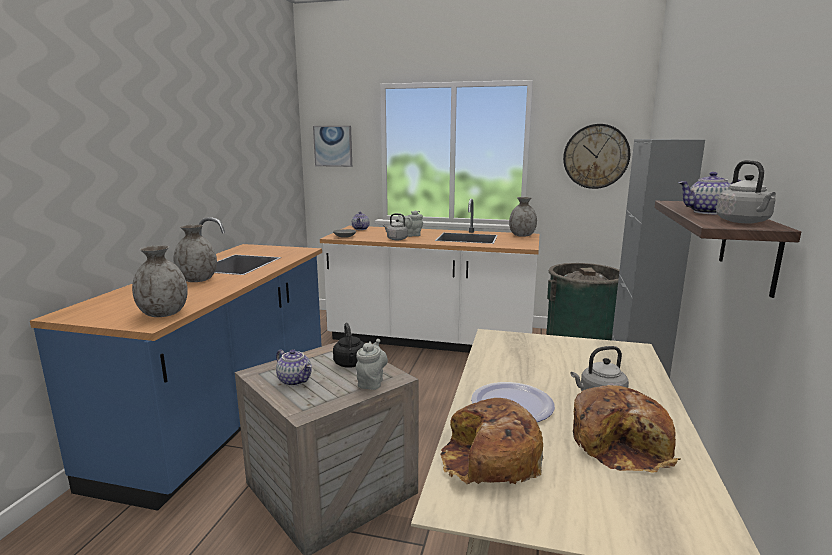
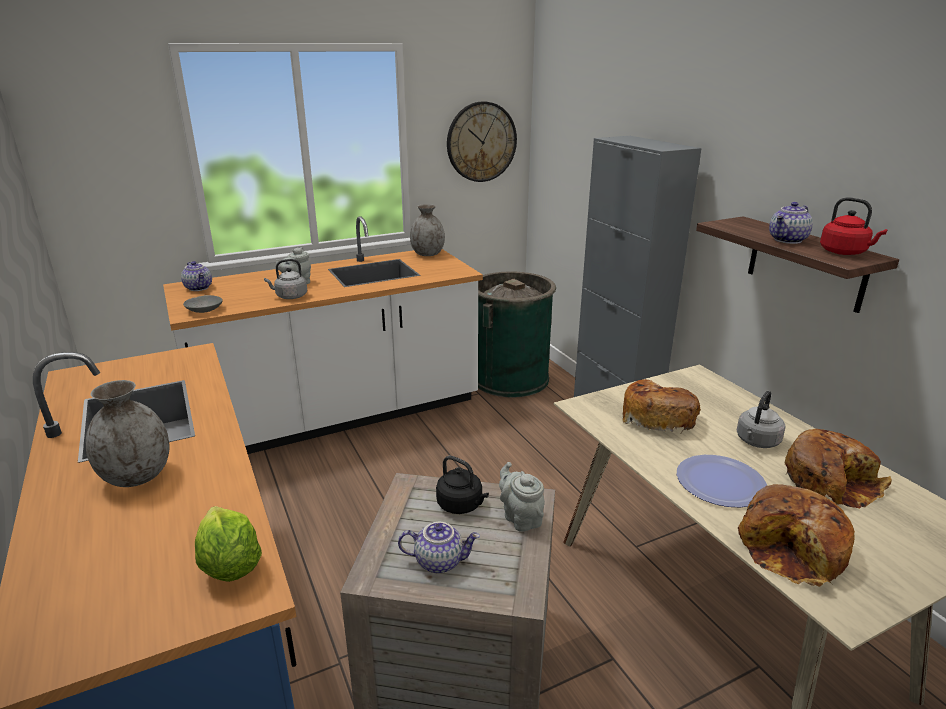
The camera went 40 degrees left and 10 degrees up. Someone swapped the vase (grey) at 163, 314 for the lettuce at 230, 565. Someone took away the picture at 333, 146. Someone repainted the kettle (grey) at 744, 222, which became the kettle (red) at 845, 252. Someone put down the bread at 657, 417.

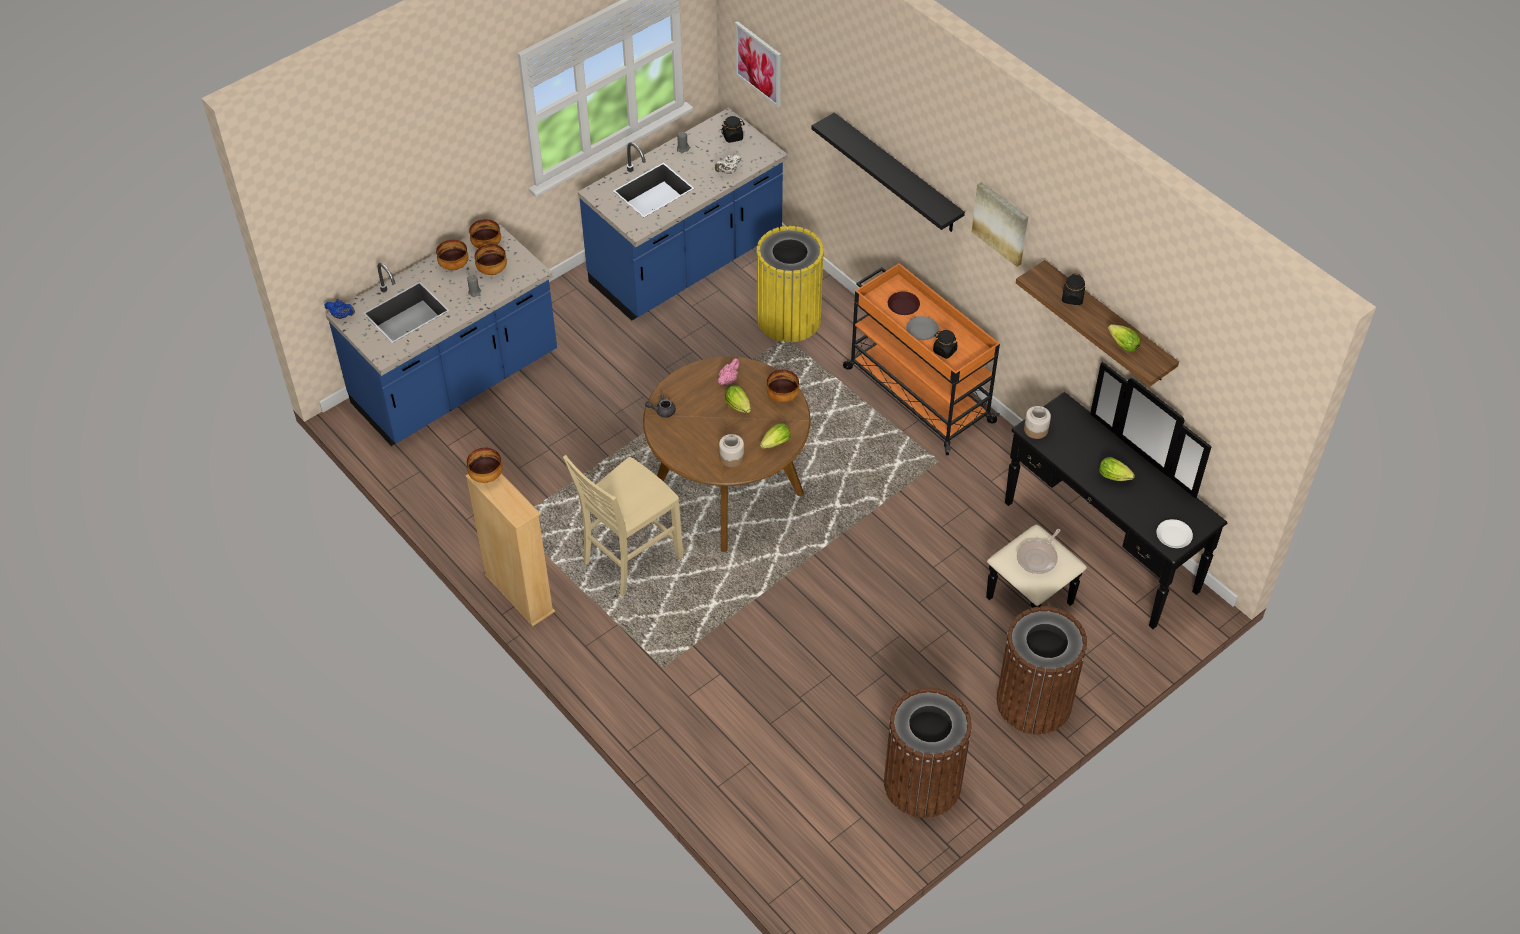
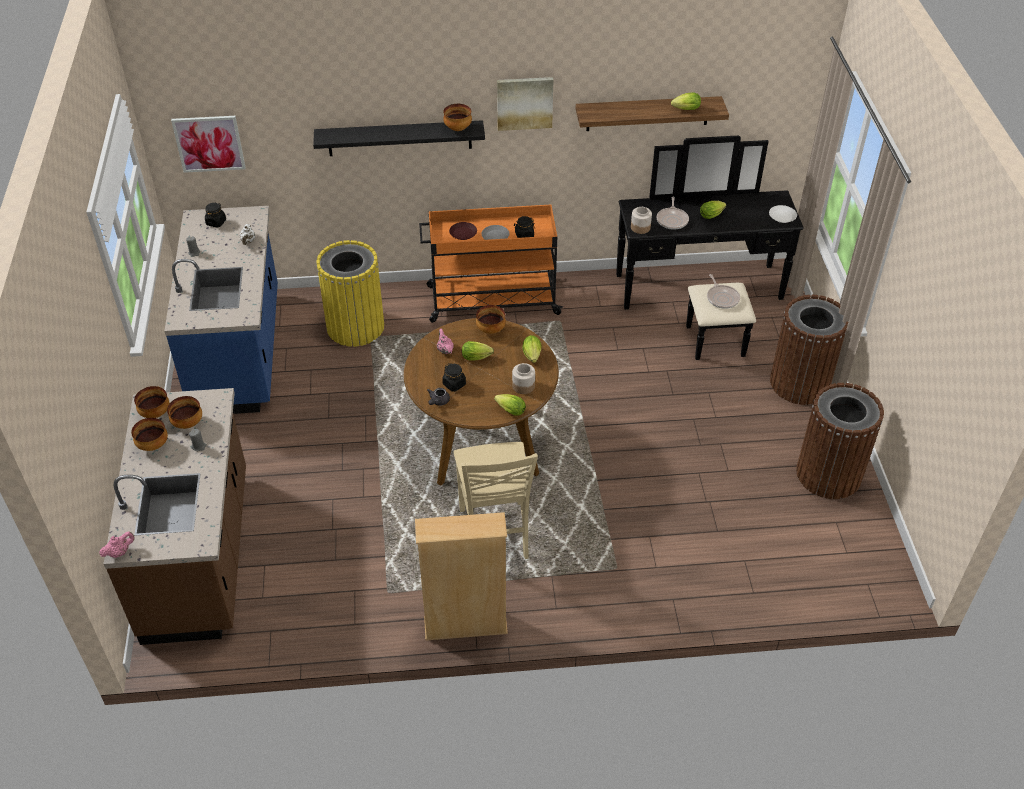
The camera went 55 degrees left and 5 degrees down. Someone repainted the teapot (blue) at 341, 316, which became the teapot (pink) at 119, 552. Someone repainted the counter (blue) at 456, 381, which became the counter (brown) at 199, 555. Someone carried the bowl from 486, 476 to 458, 129. Someone carried the jar (black) from 1072, 298 to 454, 384. Someone put down the lettuce at 509, 410. Someone put down the frying pan at 672, 220.

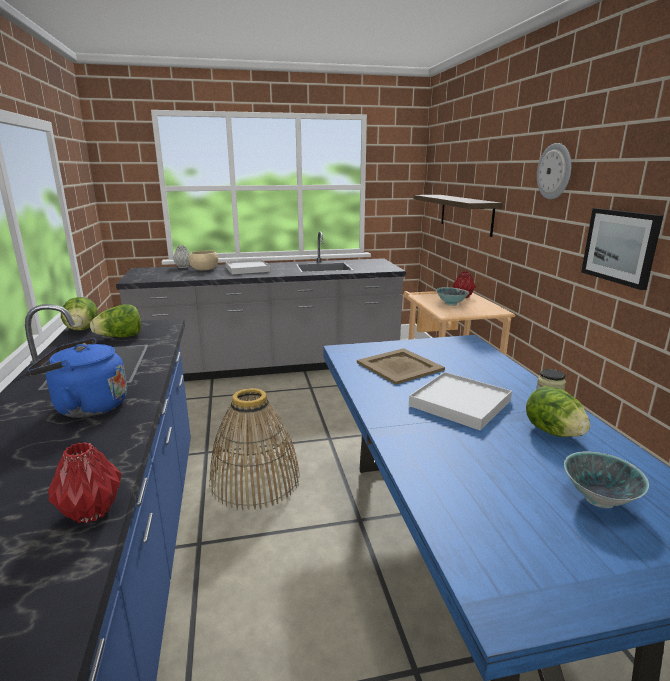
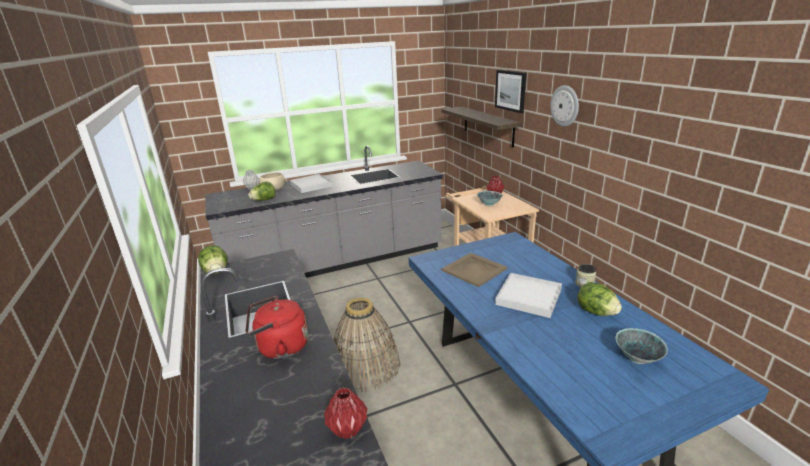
The camera went 10 degrees left and 5 degrees up. Someone repainted the kettle (blue) at 86, 407, which became the kettle (red) at 280, 347. Someone carried the lettuce from 120, 337 to 263, 200. Someone carried the picture from 620, 246 to 511, 90.

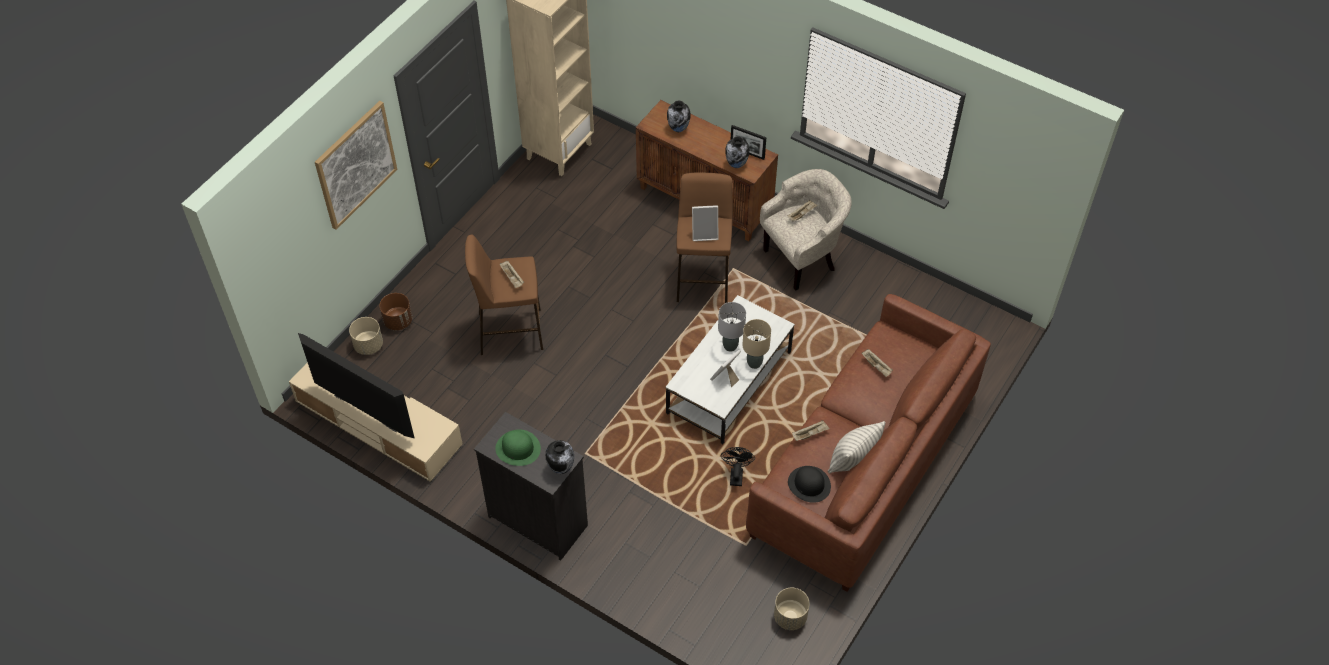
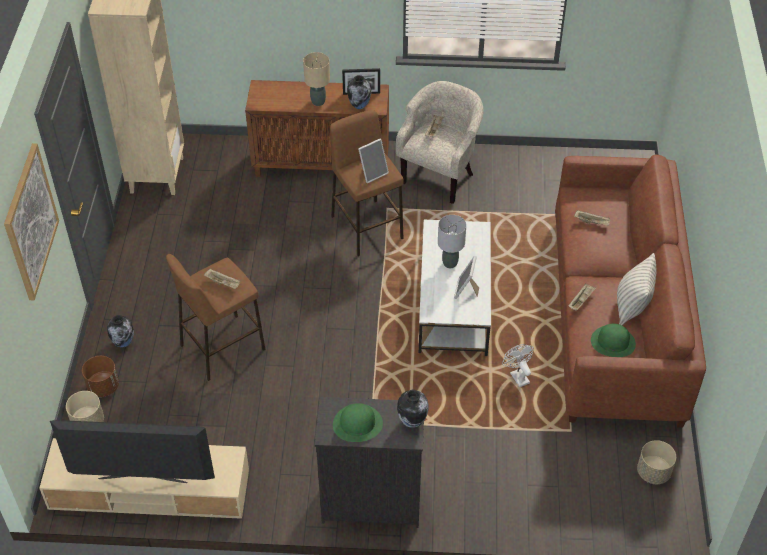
The camera went 30 degrees left and 5 degrees down. Someone carried the vase from 678, 129 to 124, 343. Someone repainted the fan (black) at 736, 474, which became the fan (white) at 517, 376. Someone carried the table lamp (beige) from 754, 363 to 318, 102. Someone repainted the hat (black) at 809, 484, which became the hat (green) at 613, 342.

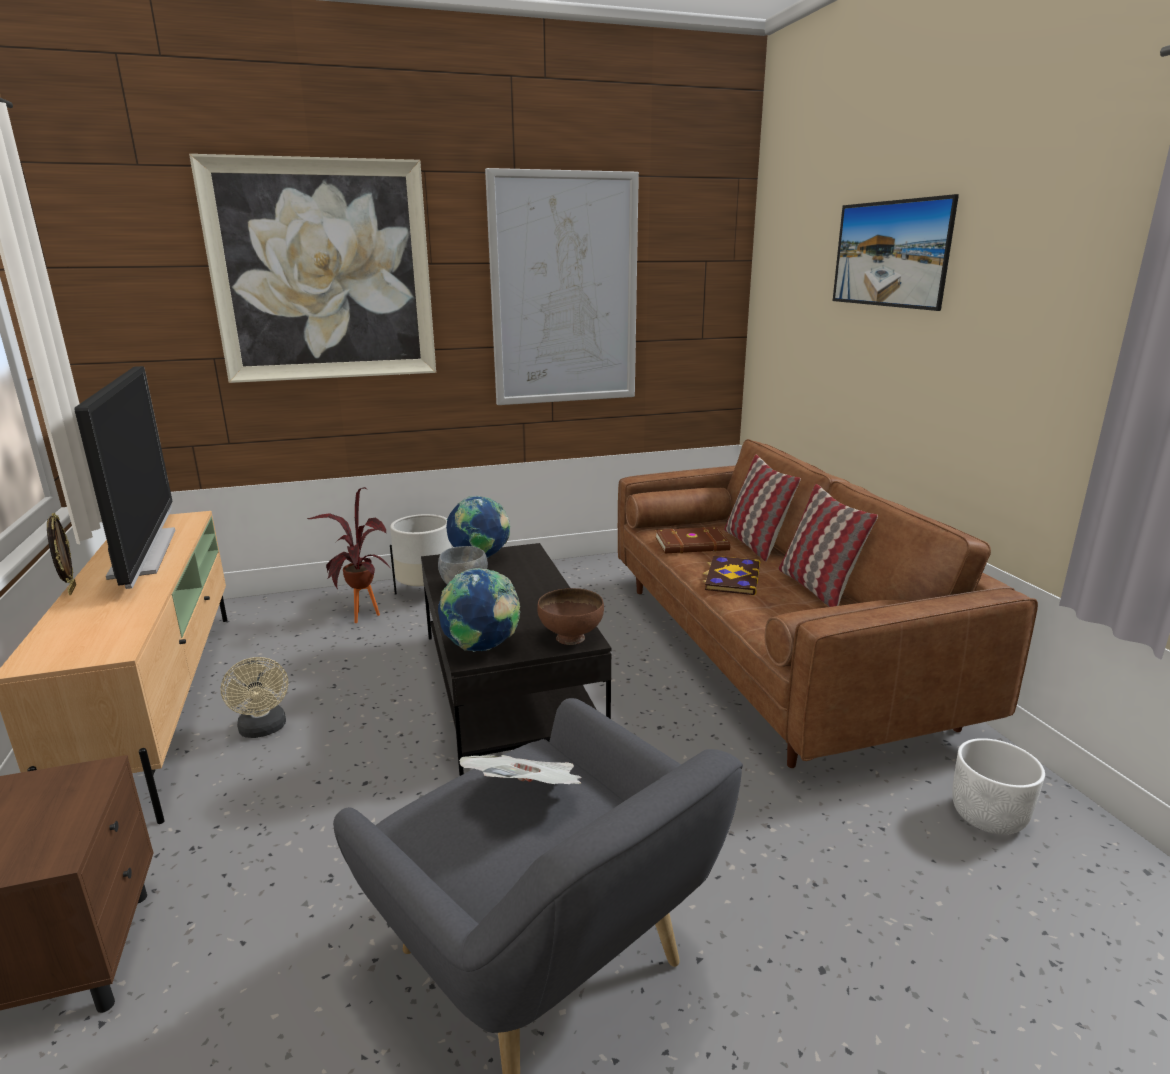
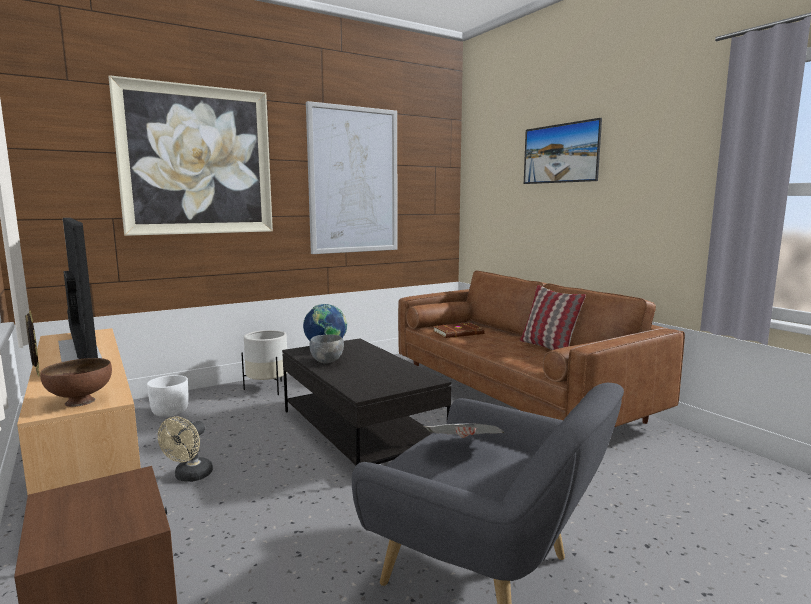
The camera went 15 degrees left and 10 degrees down. Someone rotated the fan (beige) at 263, 730 by 60 degrees clockwise. Someone took away the potted plant at 361, 620. Someone took away the globe at 481, 648. Someone carried the bowl (brown) from 571, 638 to 80, 402. Someone took away the book at 731, 577. Someone took away the pillow at 754, 544. Someone carried the planter (white) from 987, 815 to 170, 412.

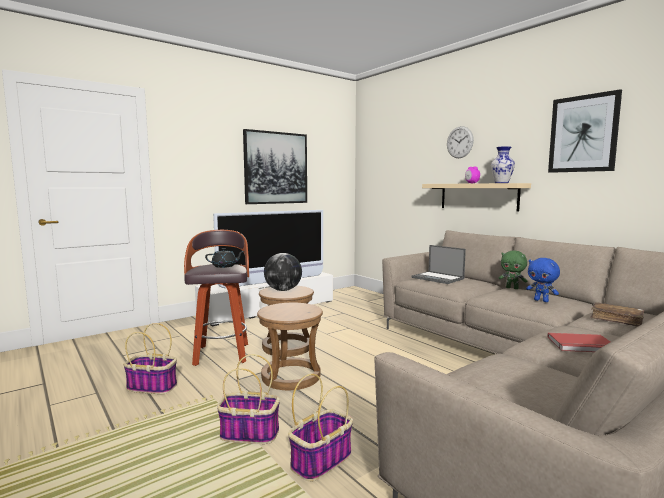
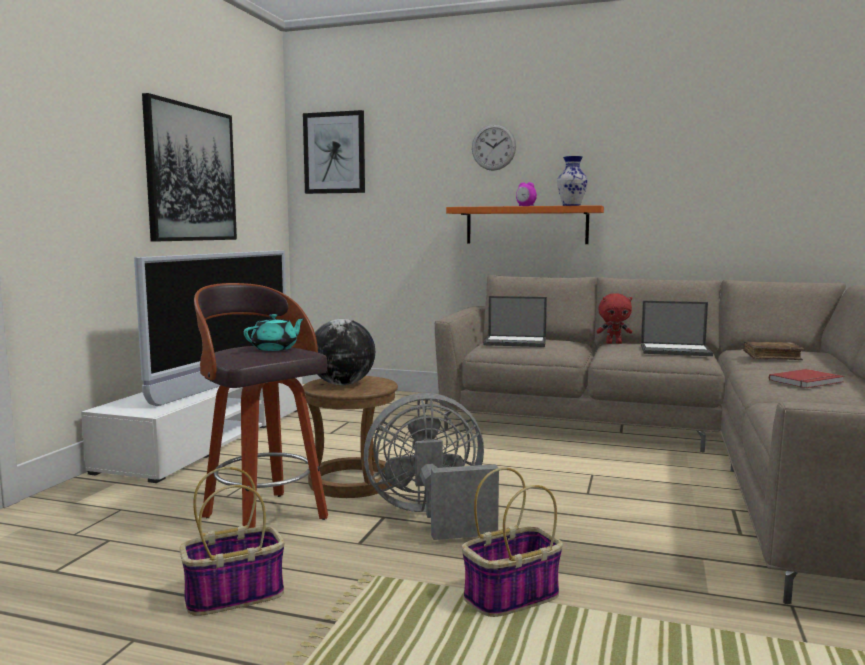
The camera went 35 degrees left and 0 degrees up. Someone repainted the teapot (black) at 224, 266, which became the teapot (turquoise) at 275, 348. Someone swapped the stool (brown) at 290, 376 for the fan (grey) at 431, 516. Someone took away the basket at 321, 460. Someone repainted the shelf (beige) at 478, 196, which became the shelf (orange) at 526, 225. Someone repainted the plush toy (green) at 512, 288, which became the plush toy (red) at 614, 343. Someone swapped the plush toy (blue) at 541, 301 for the laptop at 676, 350. Someone carried the picture from 583, 134 to 334, 153.

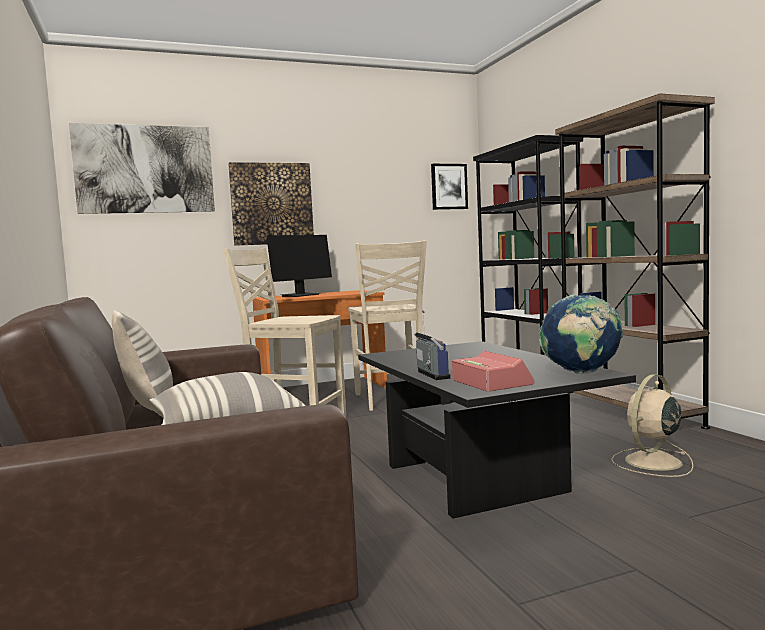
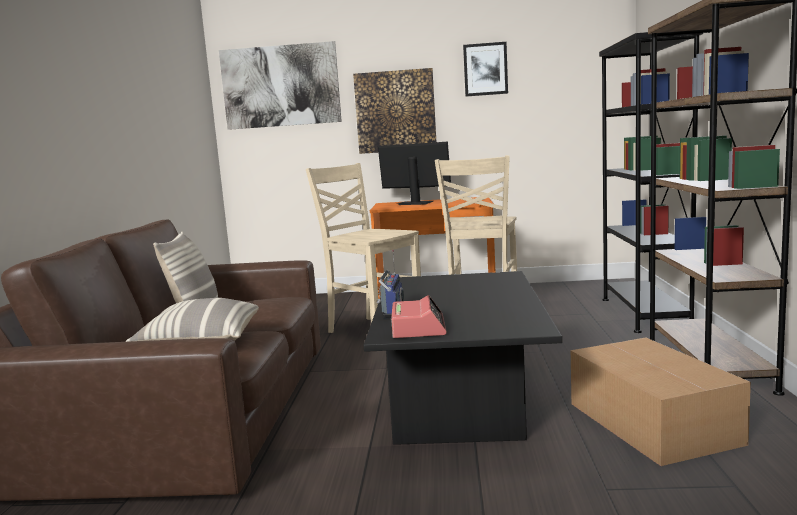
The camera went 25 degrees right and 5 degrees up. Someone rotated the monitor at 300, 295 by 135 degrees counterclockwise. Someone carried the picture from 449, 186 to 485, 69. Someone took away the globe at 581, 373. Someone swapped the fan (beige) at 652, 462 for the cardboard box at 652, 424.

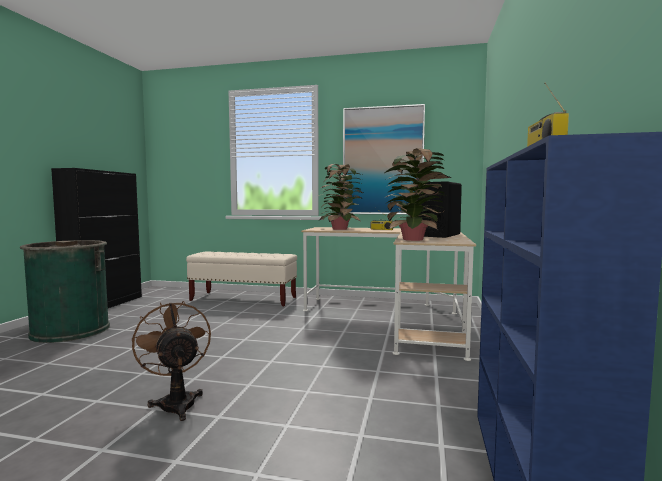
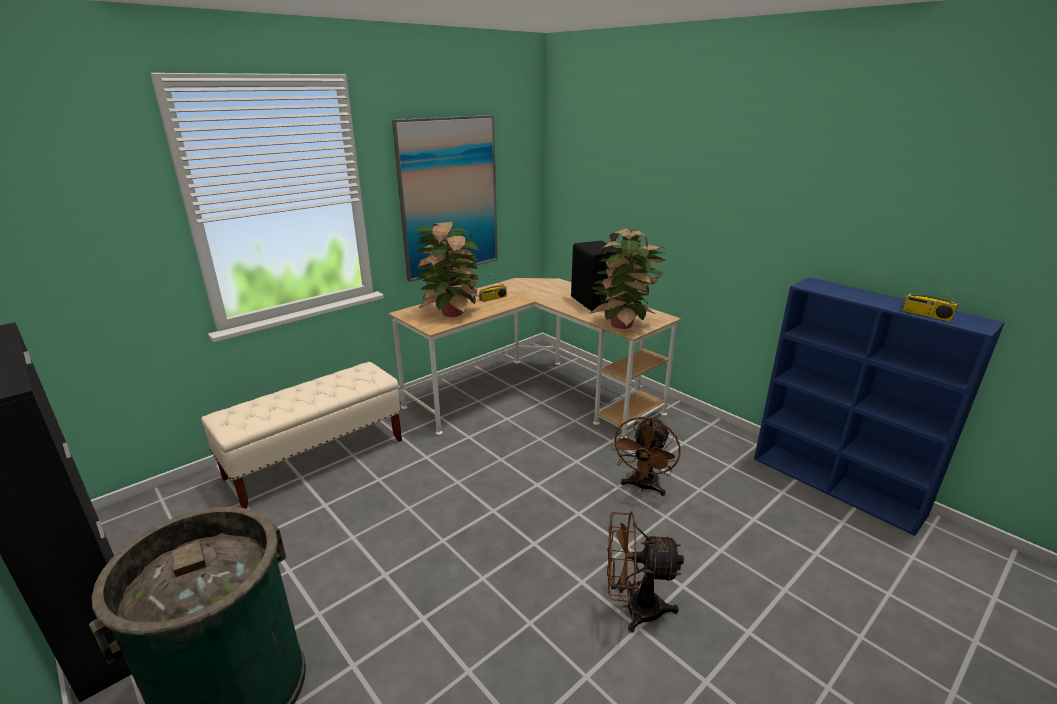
The camera went 55 degrees left and 20 degrees up. Someone put down the fan (brown) at 643, 487.

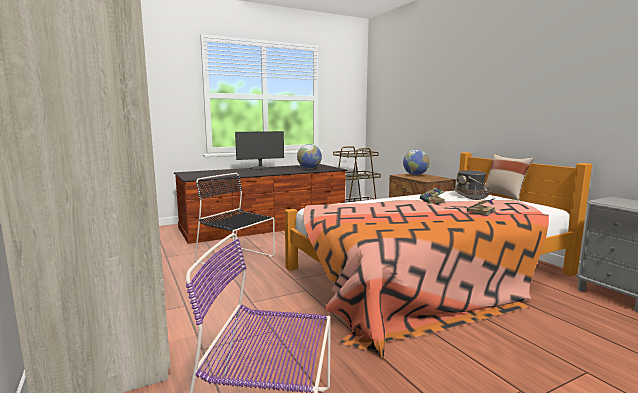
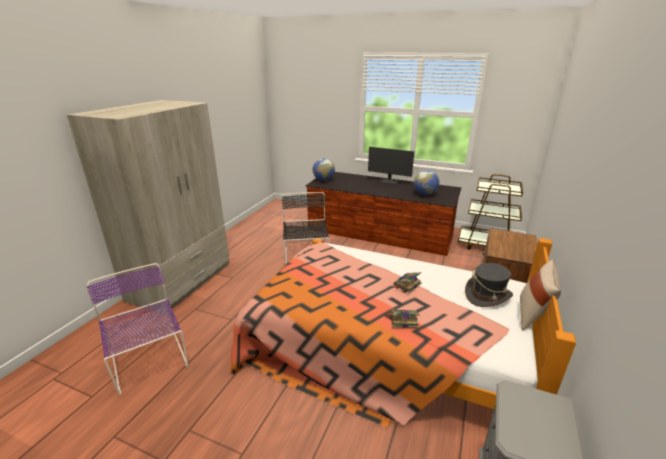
The camera went 50 degrees right and 15 degrees up. Someone carried the globe from 415, 175 to 323, 180.

